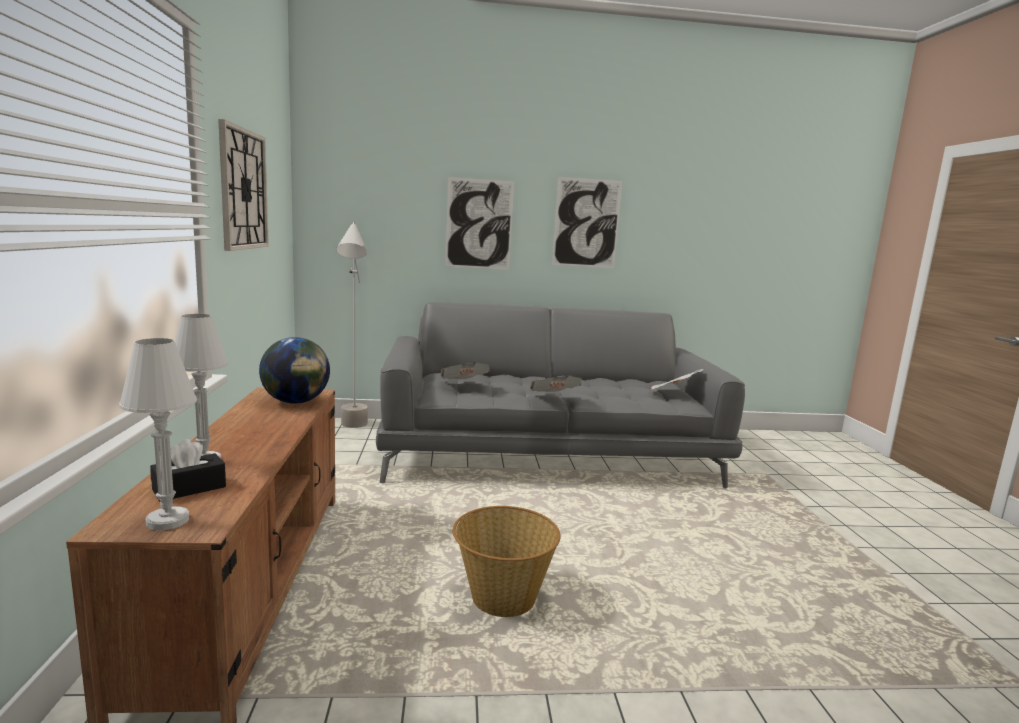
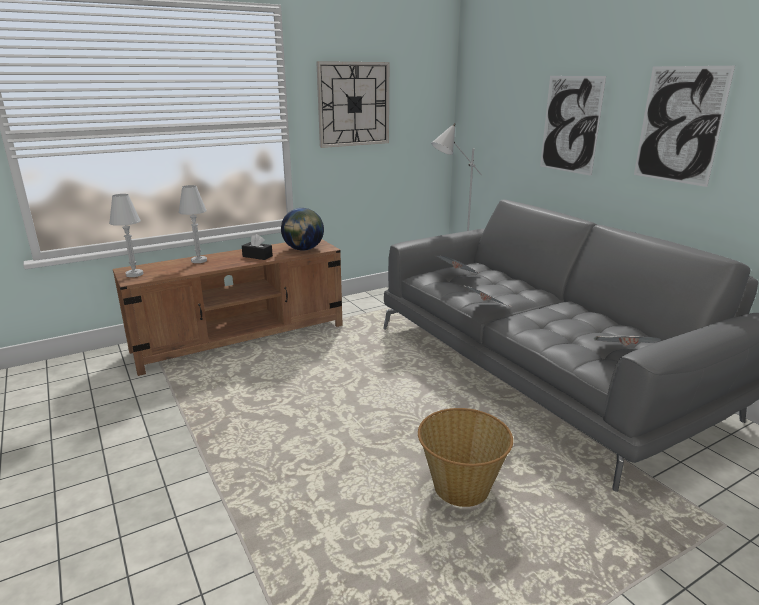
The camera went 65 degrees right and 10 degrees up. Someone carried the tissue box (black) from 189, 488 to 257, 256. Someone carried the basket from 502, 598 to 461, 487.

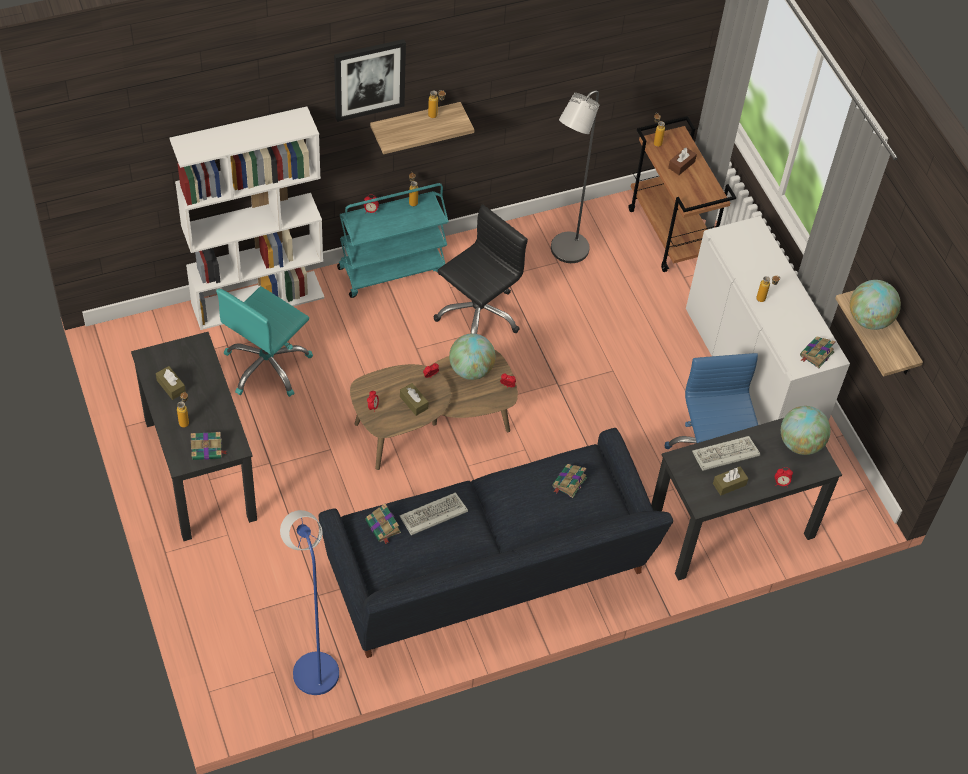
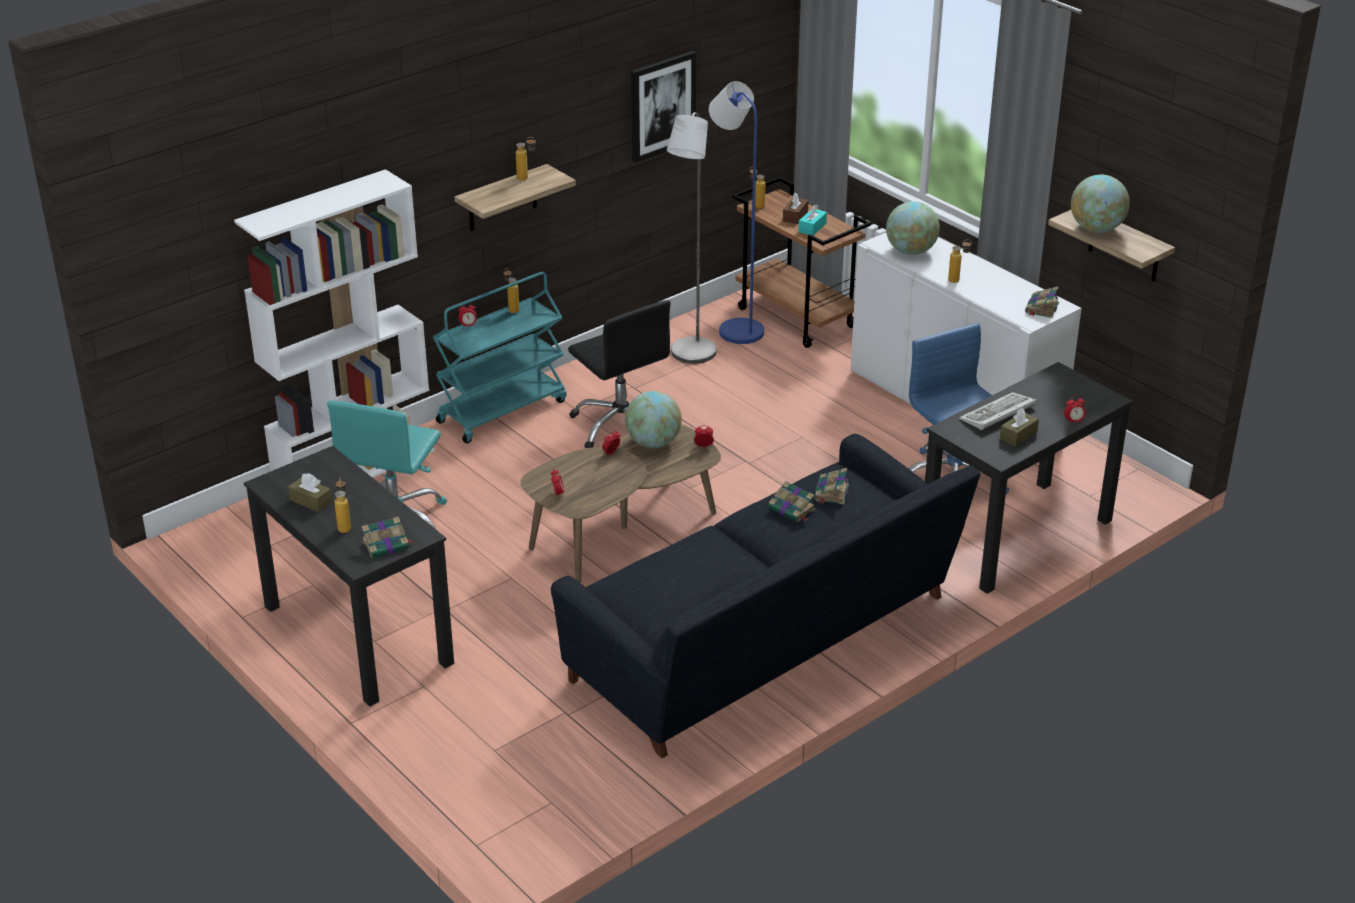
The camera went 15 degrees left and 20 degrees down. Someone carried the floor lamp (blue) from 313, 665 to 735, 328. Someone carried the picture from 369, 79 to 662, 105. Someone carried the book from 383, 527 to 792, 510. Someone took away the tissue box (brown) at 413, 402. Someone took away the keyboard at 432, 516. Someone rotated the office chair (black) at 477, 314 by 120 degrees clockwise. Someone carried the globe from 800, 444 to 911, 251. Someone put down the tissue box (turquoise) at 812, 228.

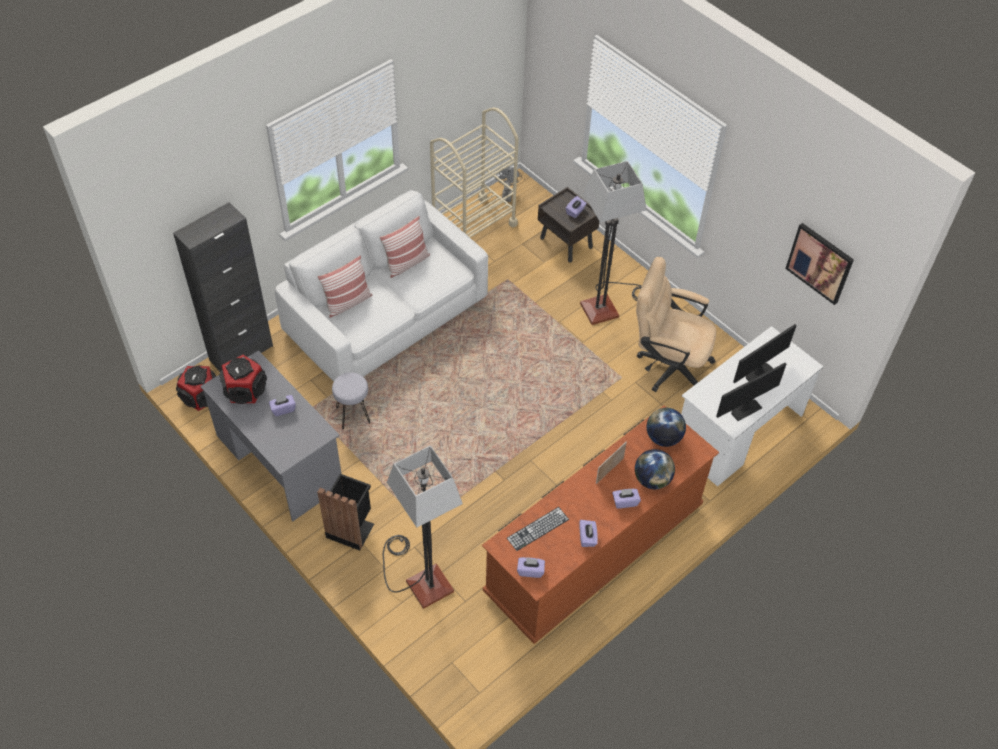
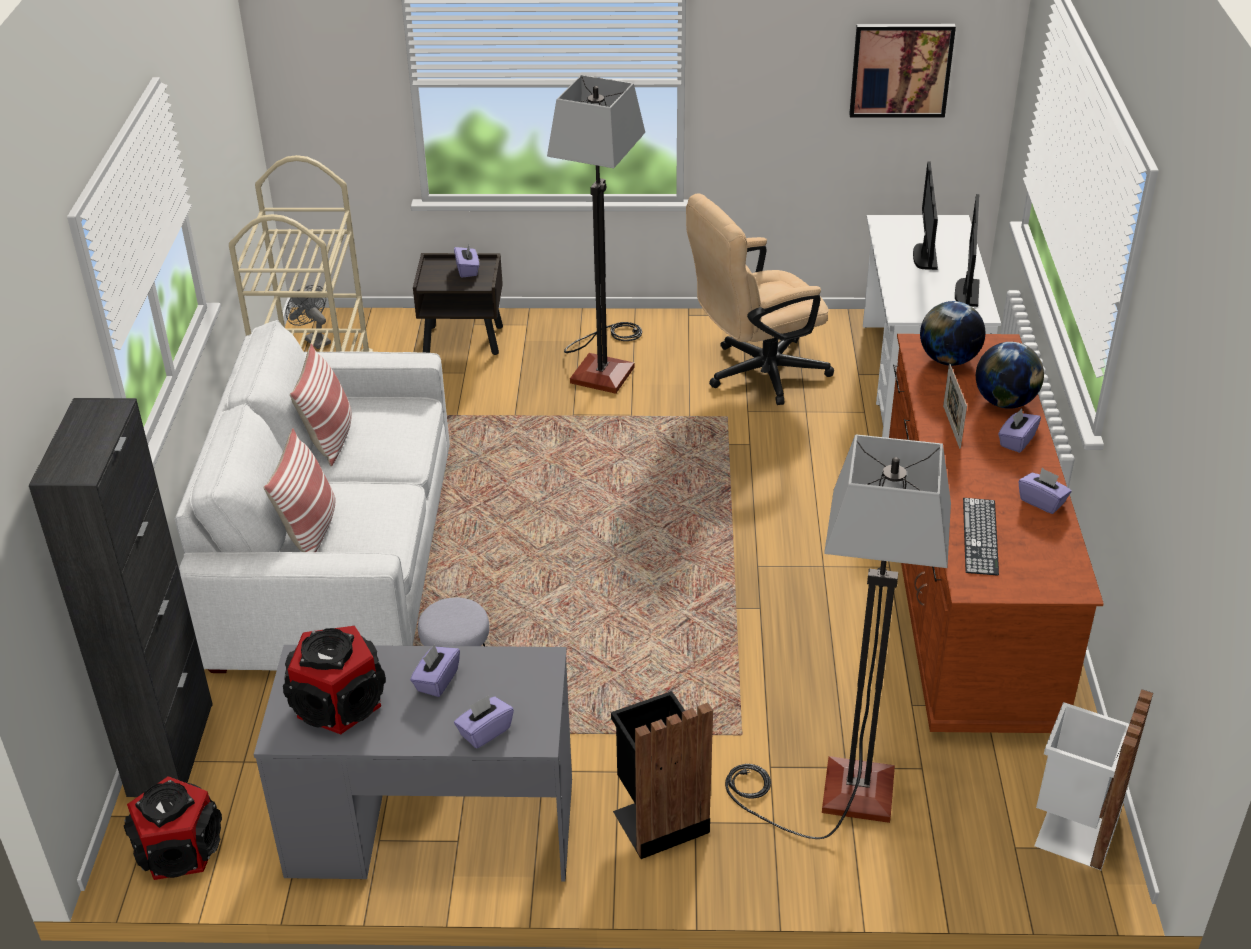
The camera went 45 degrees left and 15 degrees down. Someone carried the tissue box (purple) from 530, 571 to 485, 731. Someone put down the trash can (white) at 1072, 829.

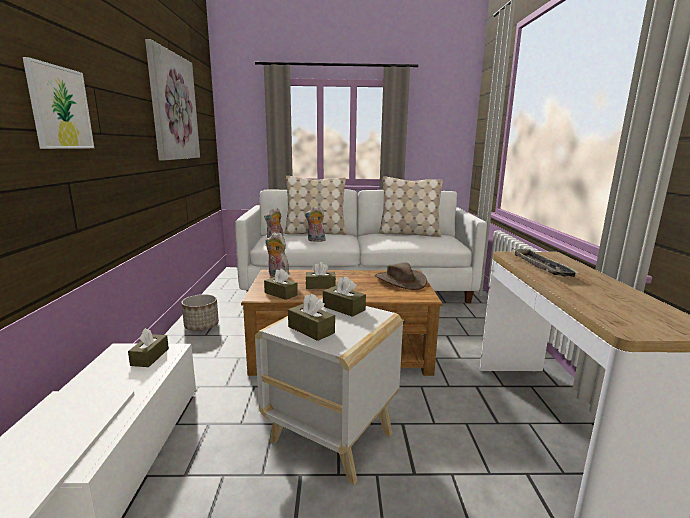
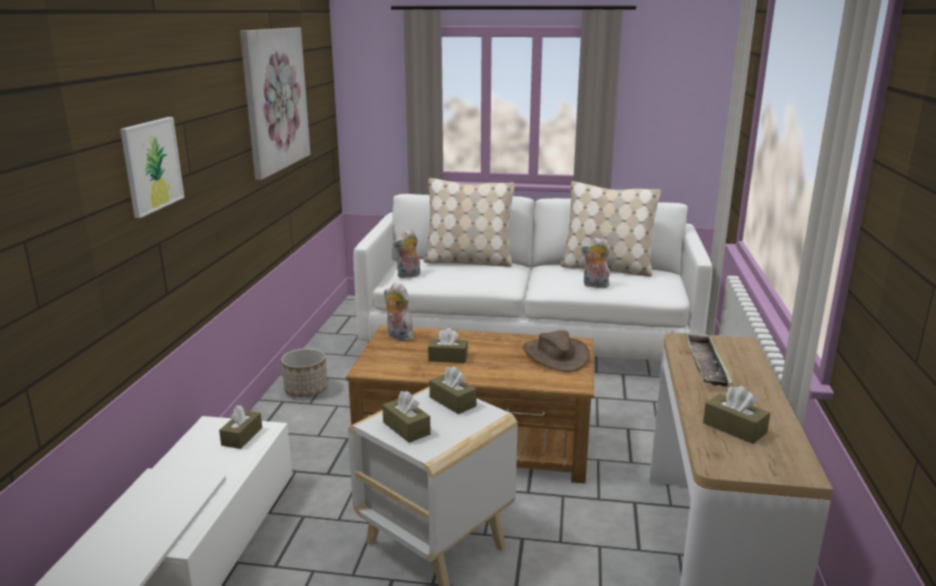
The camera went 10 degrees right and 5 degrees up. Someone carried the tissue box (brown) from 281, 294 to 734, 428. Someone carried the plush toy from 315, 240 to 595, 285.

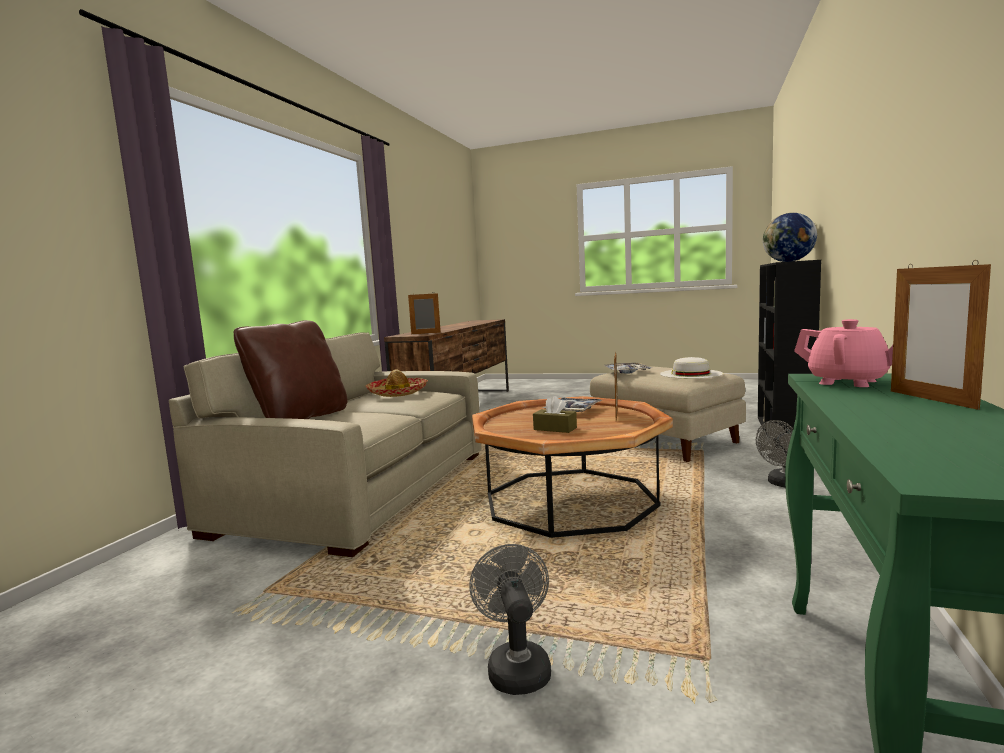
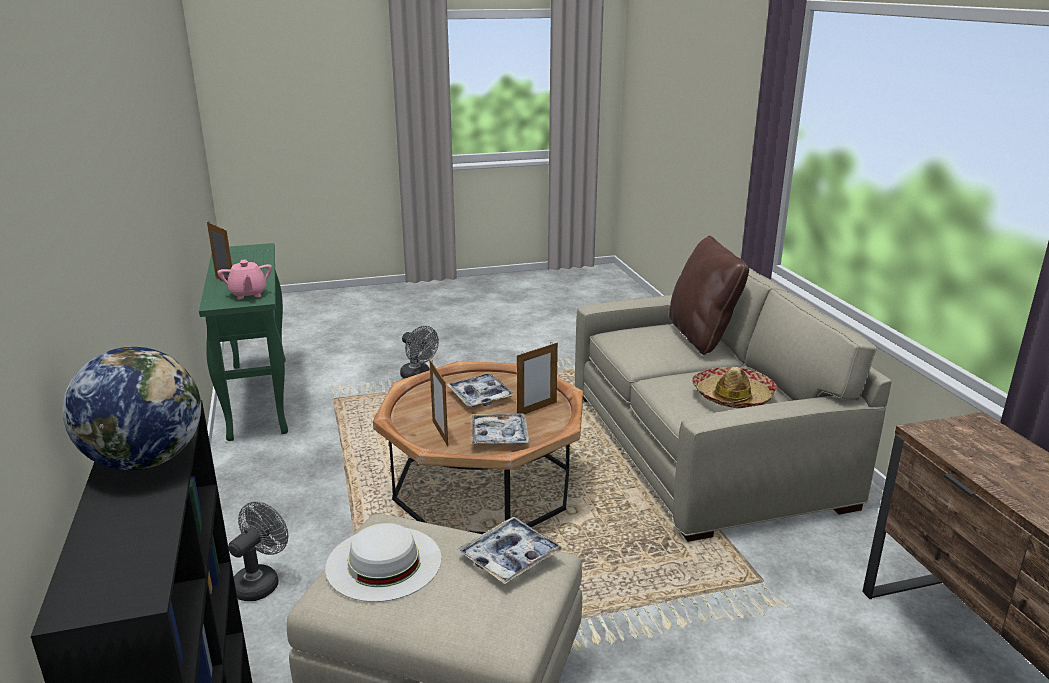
The camera went 145 degrees right and 15 degrees up. Someone carried the picture frame from 426, 333 to 537, 409. Someone swapped the tissue box (brown) at 555, 429 for the tray at 480, 396. Someone rotated the teapot (pink) at 848, 382 by 120 degrees counterclockwise.

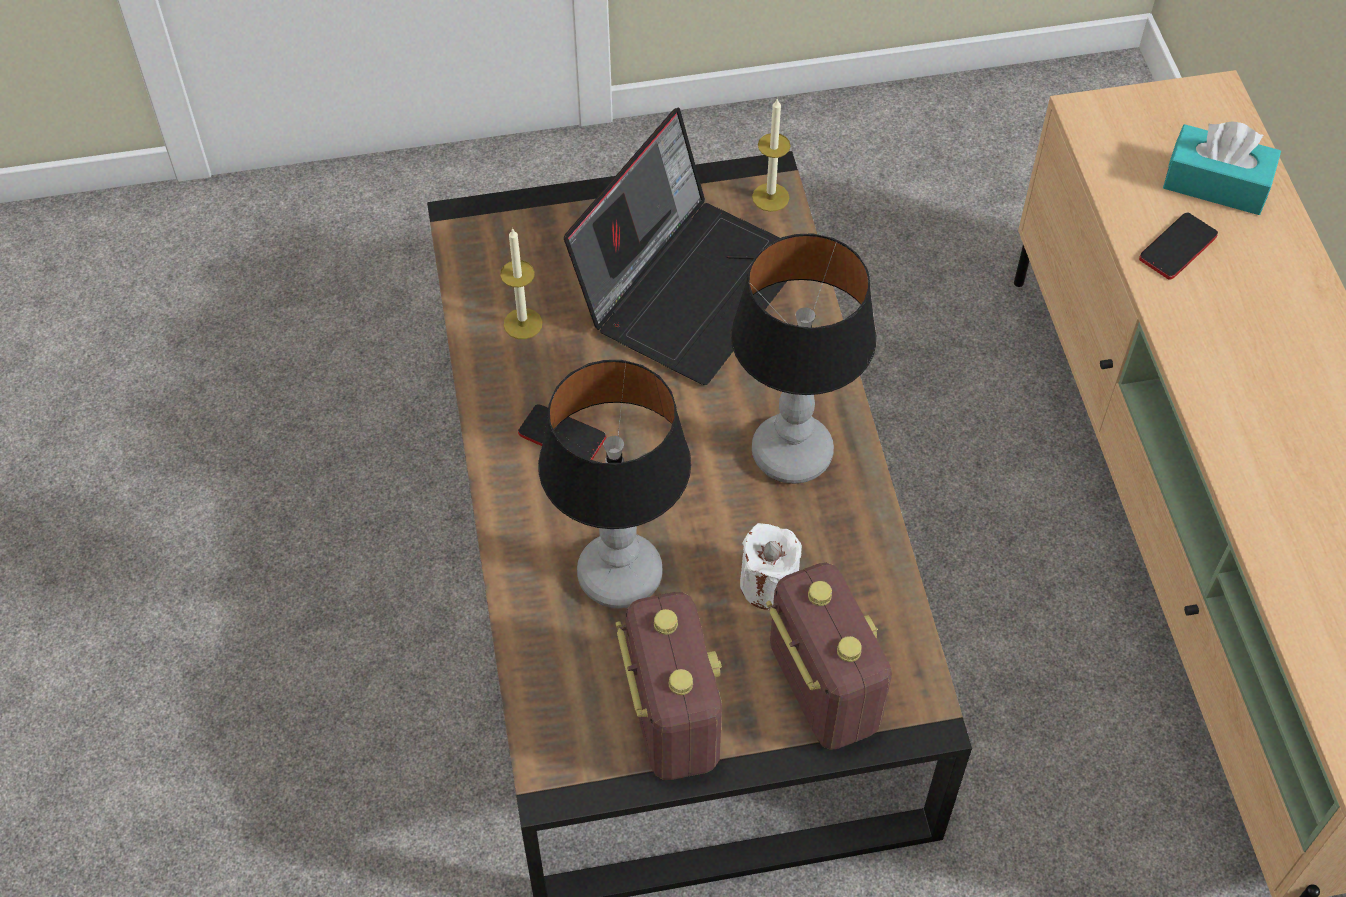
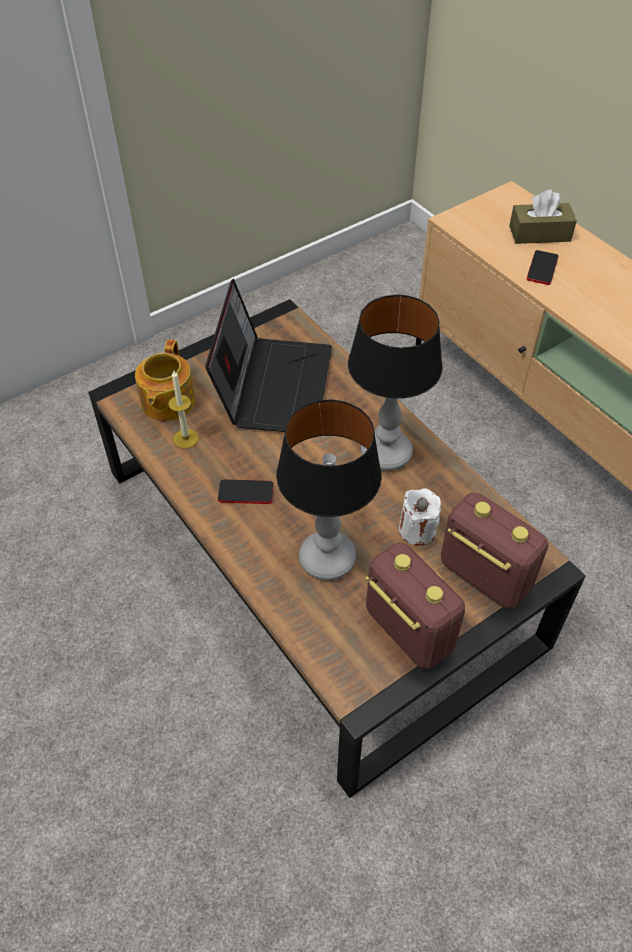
The camera went 25 degrees left and 5 degrees down. Someone took away the candle at 770, 197. Someone repainted the tissue box (turquoise) at 1216, 184, which became the tissue box (brown) at 539, 234. Someone put down the teapot at 167, 402.

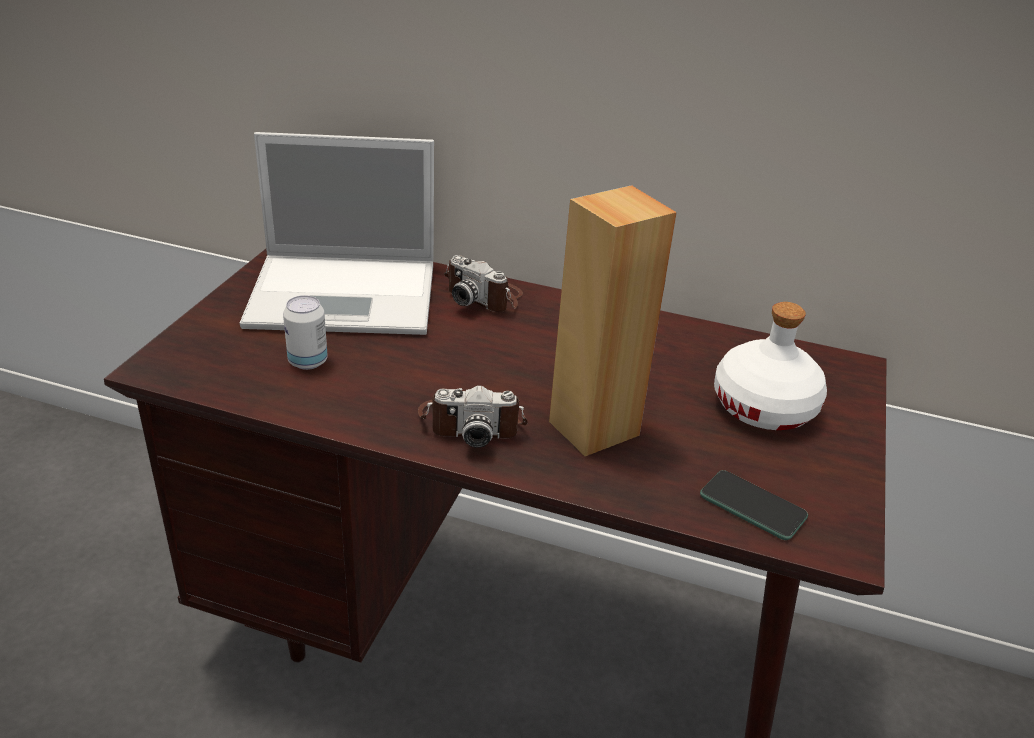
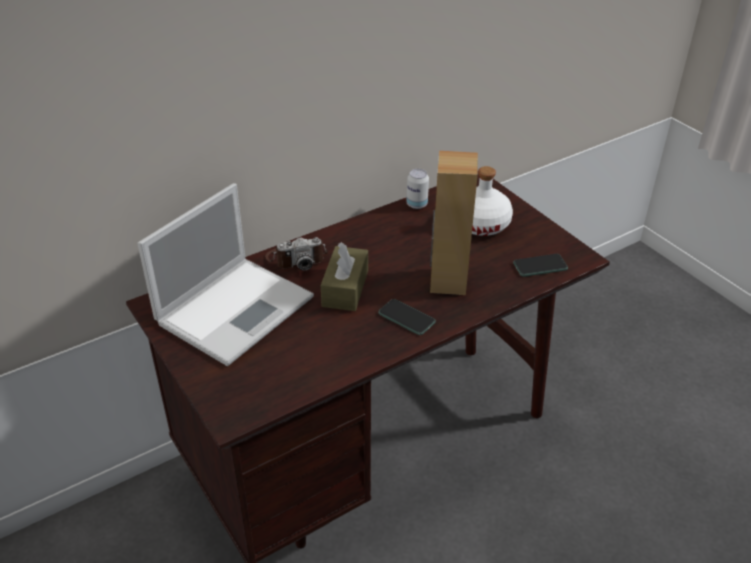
The camera went 50 degrees left and 5 degrees up. Someone carried the can from 308, 361 to 416, 204. Someone swapped the photo camera at 472, 422 for the phone at 406, 318. Someone put down the tissue box (brown) at 345, 288.

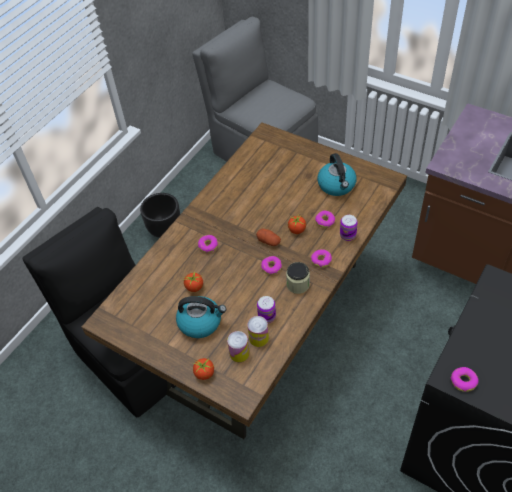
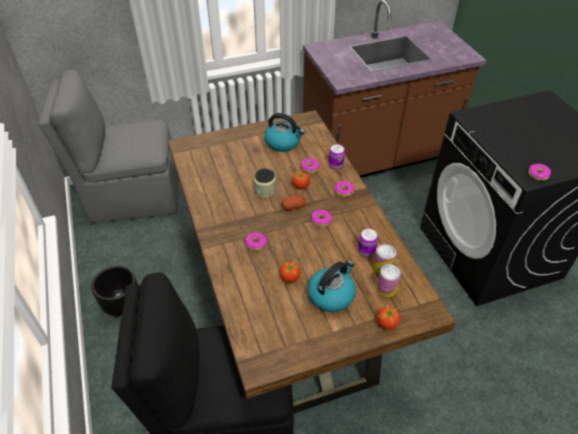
The camera went 55 degrees left and 5 degrees down. Someone carried the jar from 298, 284 to 265, 191.

